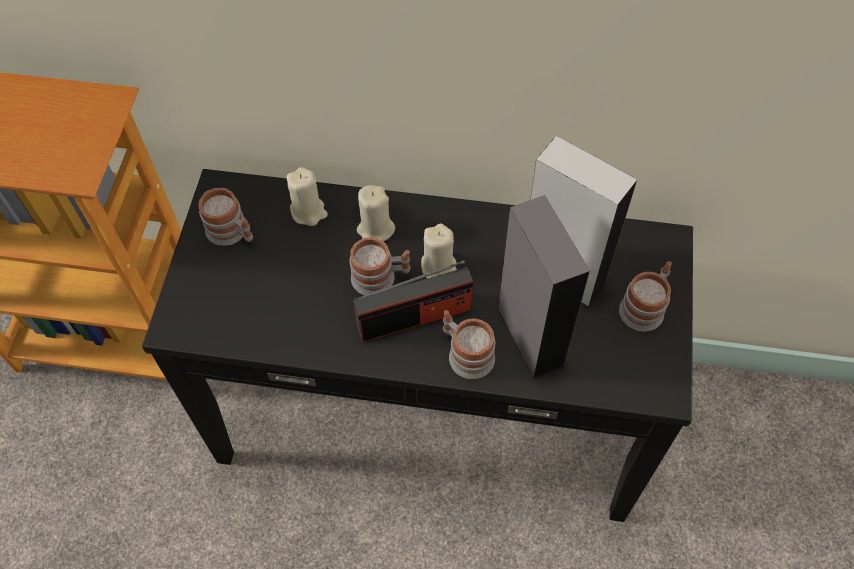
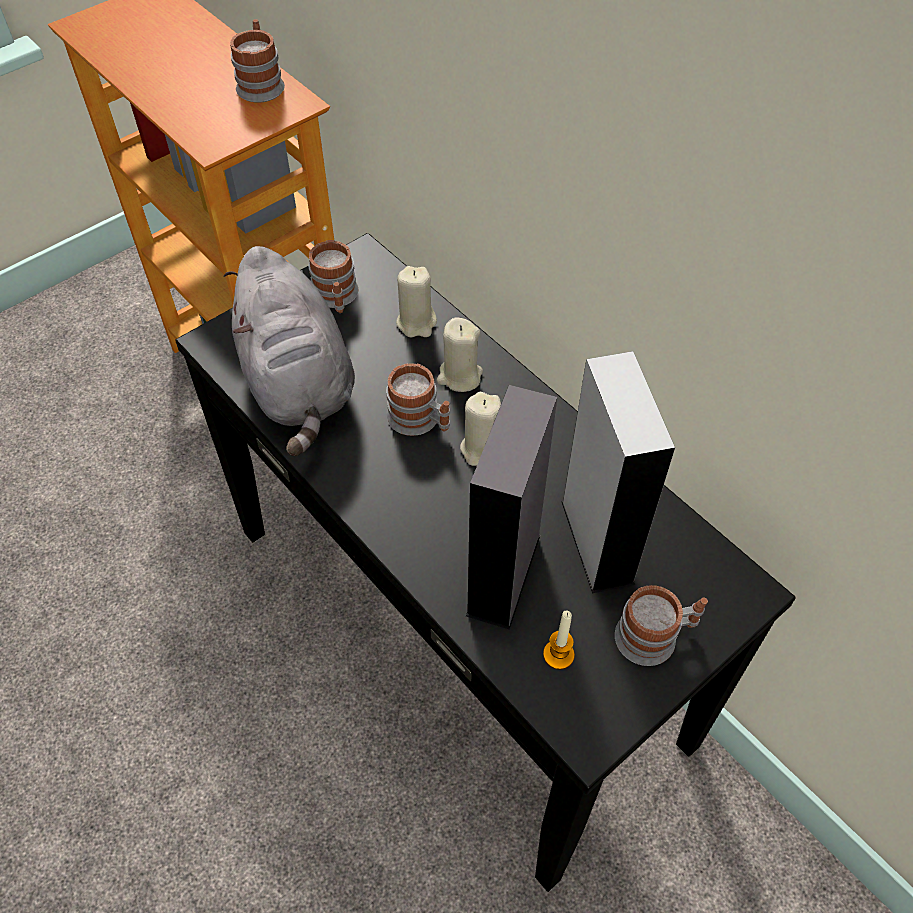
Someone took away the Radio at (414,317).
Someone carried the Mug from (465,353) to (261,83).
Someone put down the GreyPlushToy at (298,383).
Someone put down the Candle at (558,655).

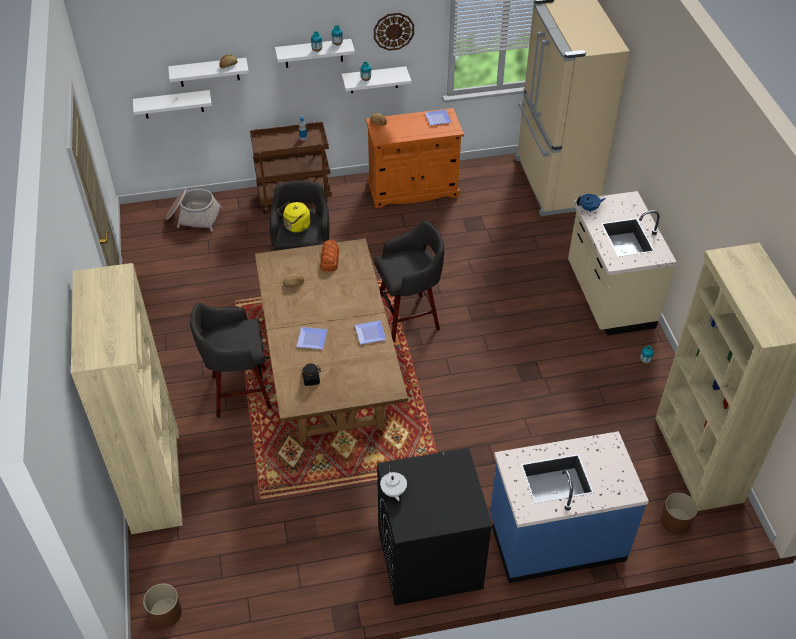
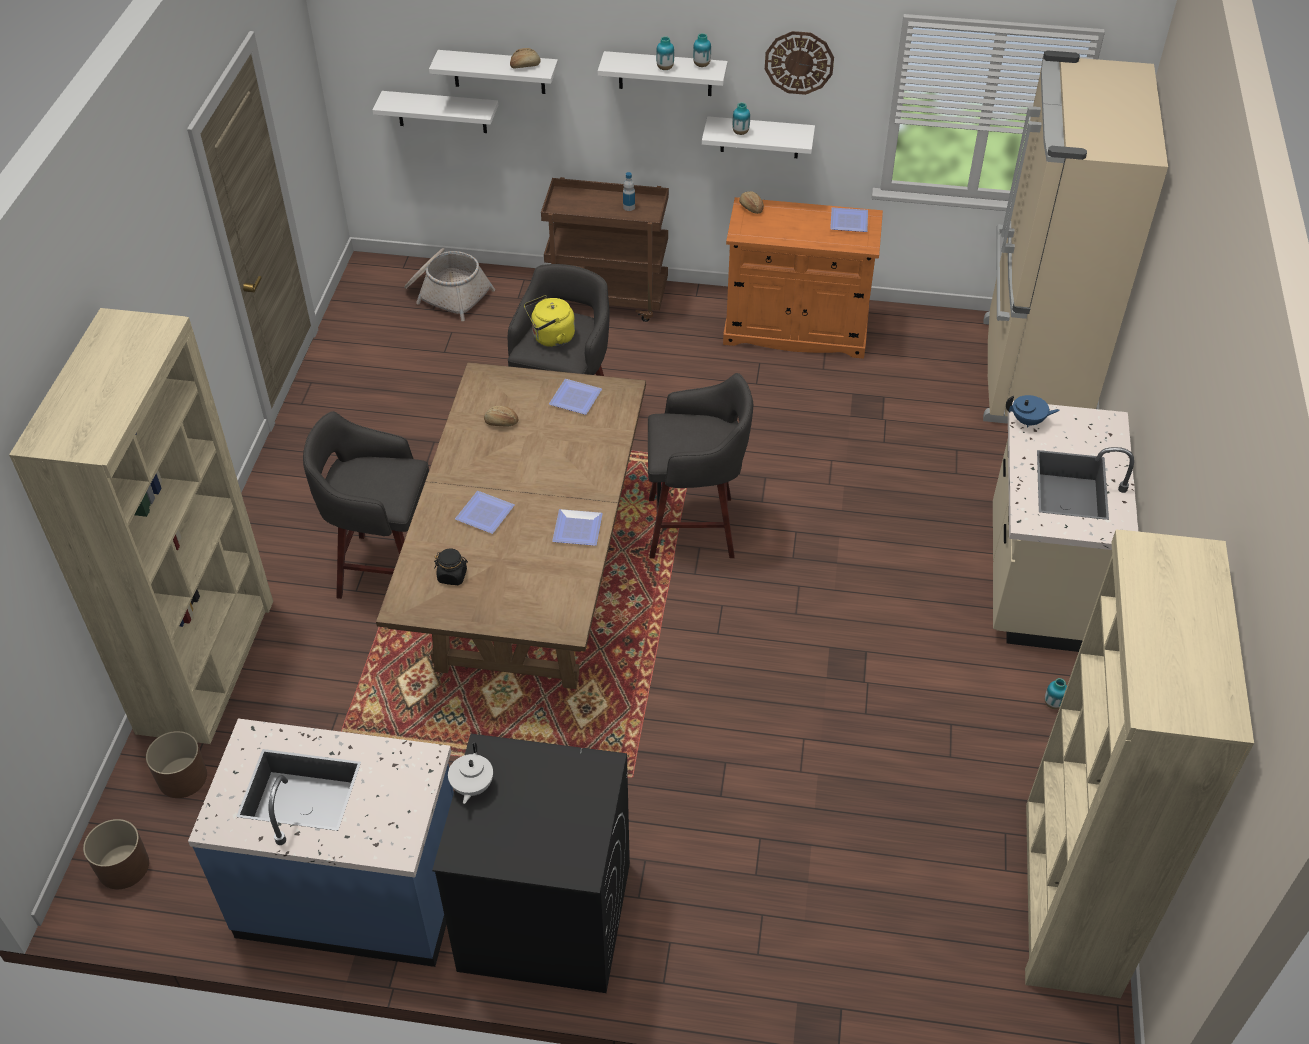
Someone swapped the Bread at (329,259) for the Plate at (573,399).
Someone carried the BlueCounter from (556,538) to (353,893).
Someone carried the BrownPlanter from (675,521) to (182,778).

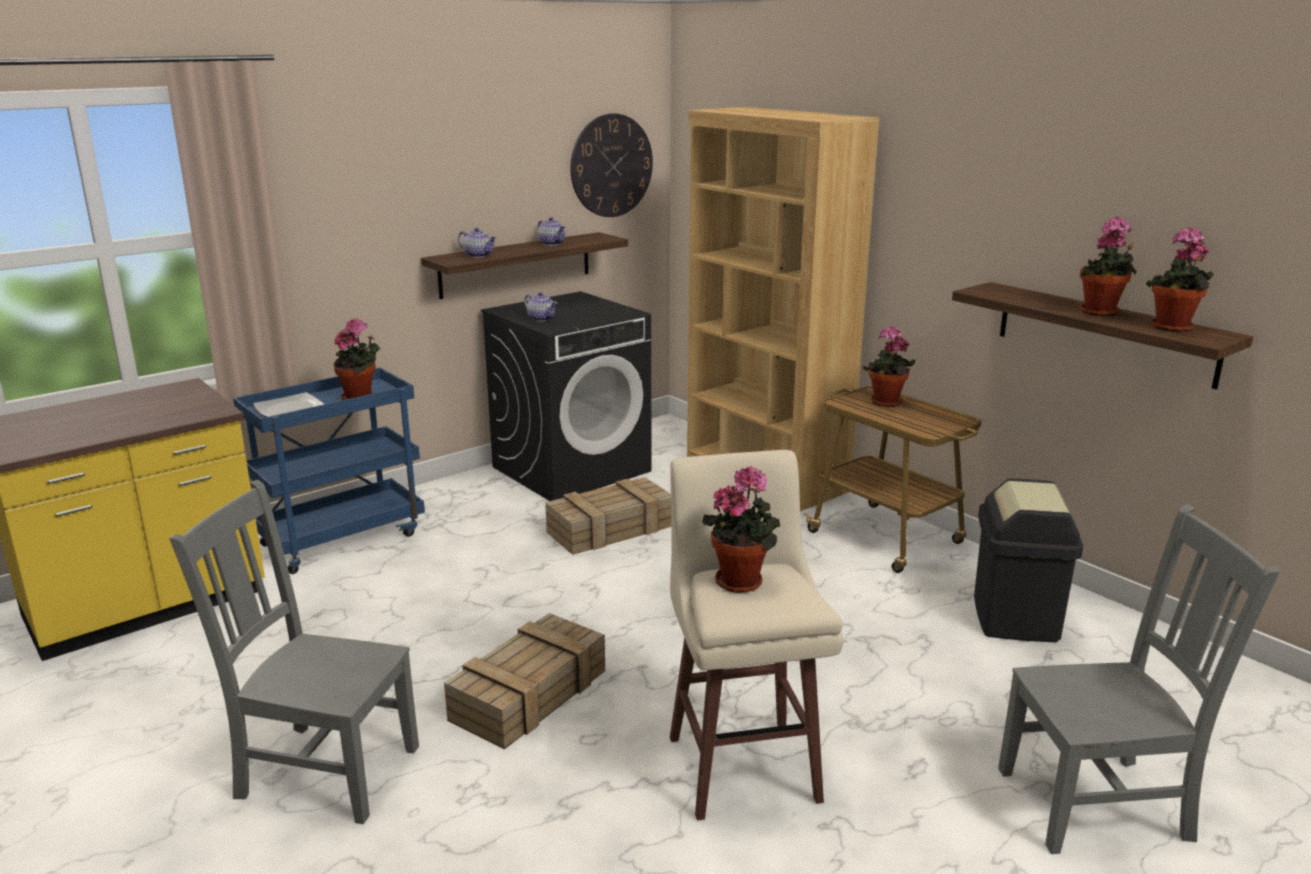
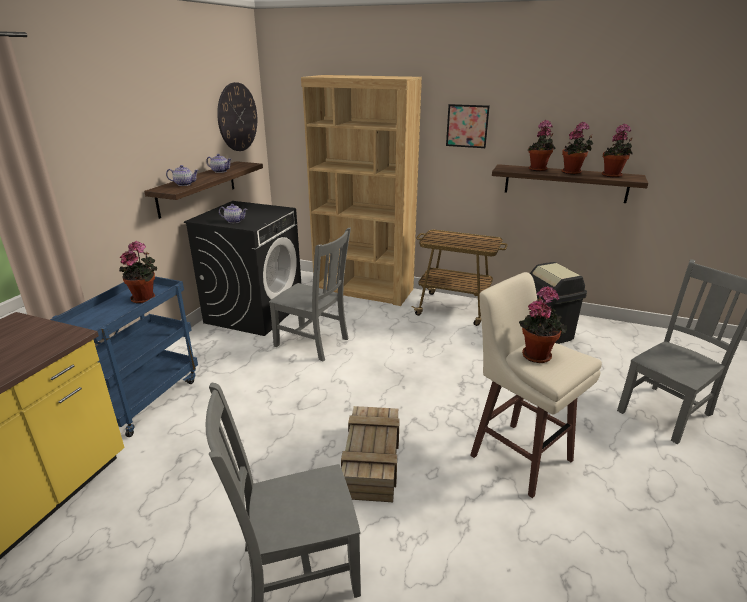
Someone carried the PottedPlant from (885,403) to (538,170).
Someone took away the Plate at (291,410).
Someone swapped the Crate at (609,529) for the GreyChair at (313,343).
Someone put up the Picture at (467,126).

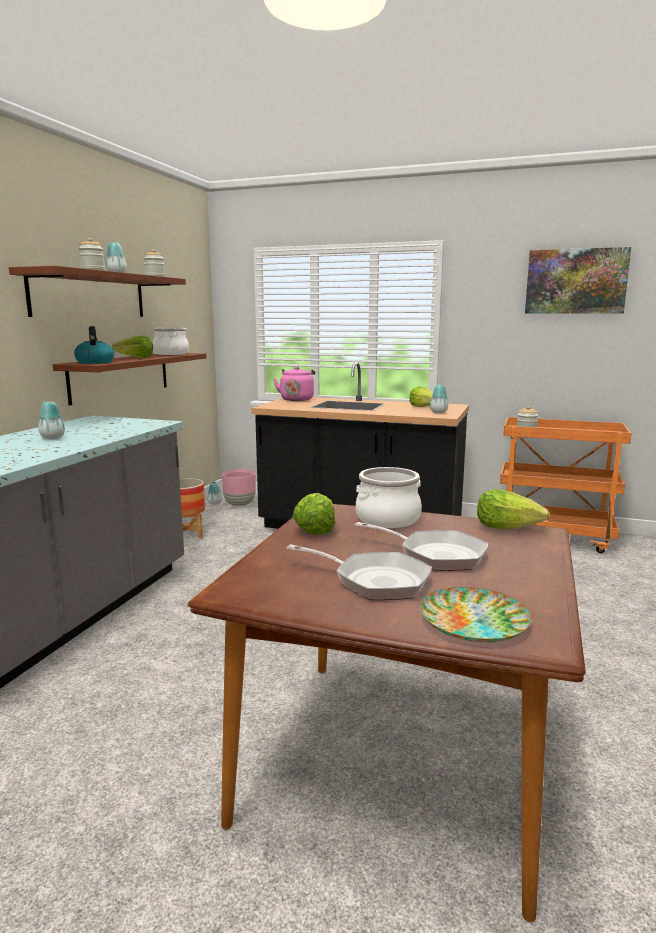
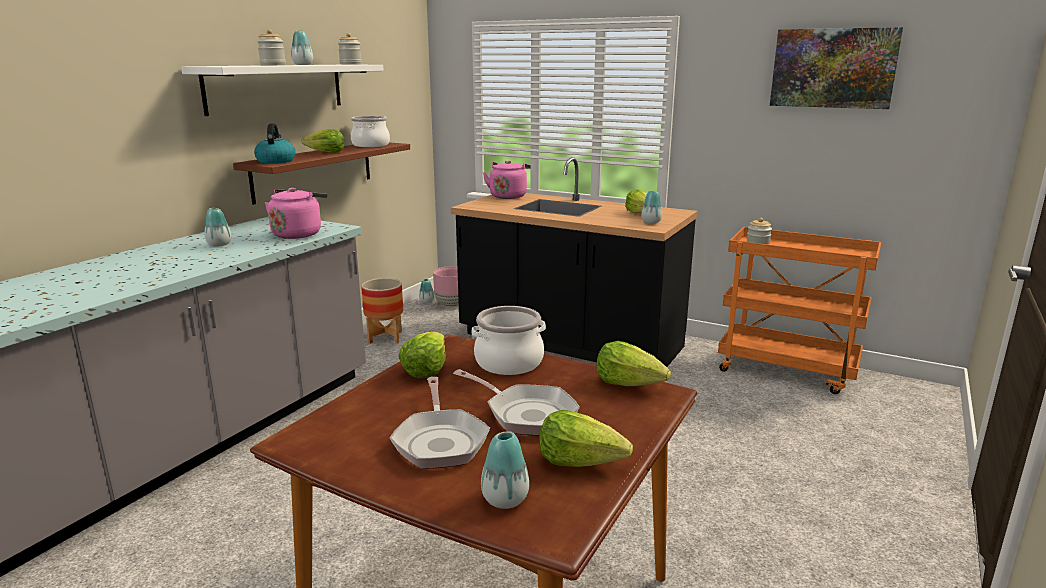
Someone repainted the BrownShelf at (90,295), which became the WhiteShelf at (276,87).
Someone rotated the FryingPan at (375,581) by 45 degrees clockwise.
Someone swapped the Plate at (475,621) for the Vase at (505,500).
Someone put down the PinkKettle at (298,234).
Someone put down the Lettuce at (580,461).

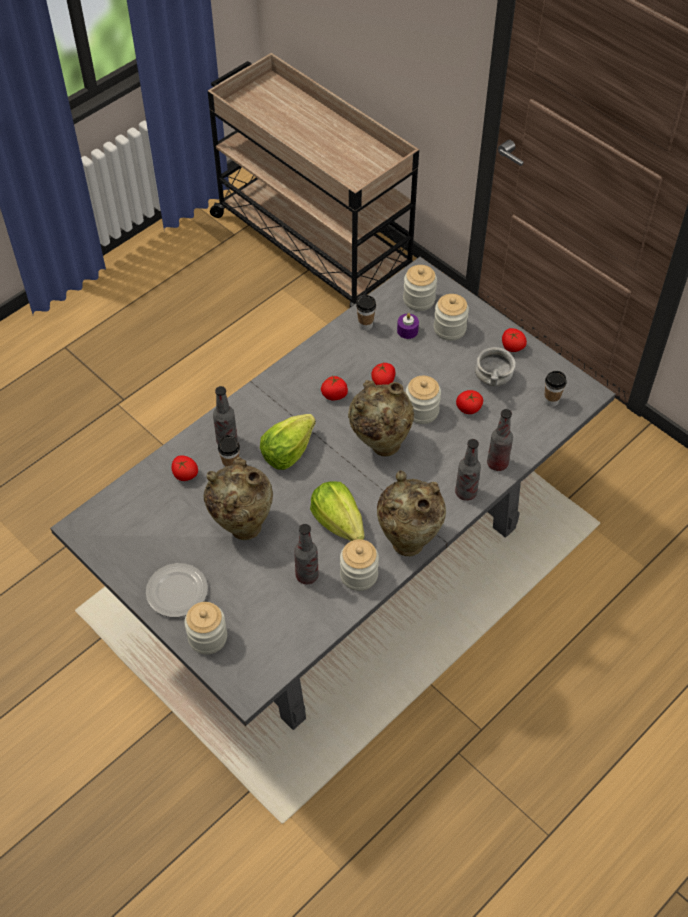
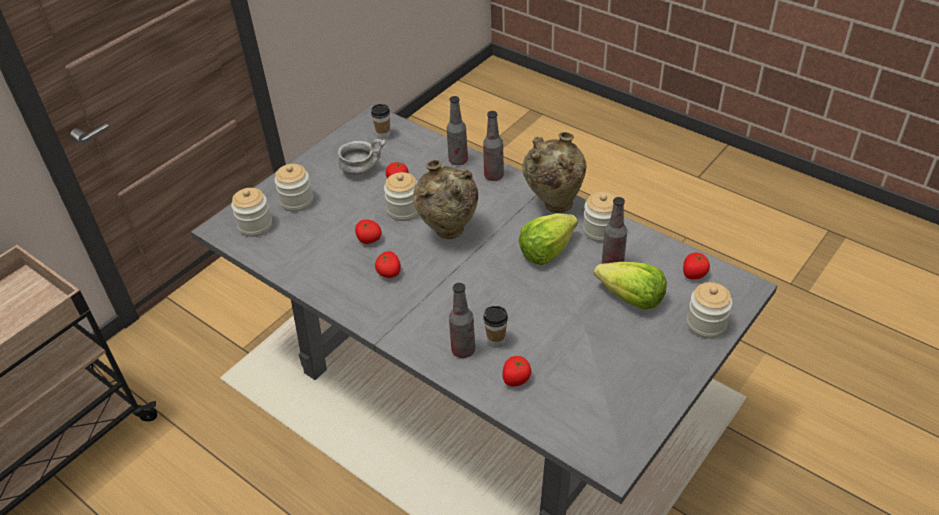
Someone took away the Cup at (365,325).
Someone took away the PurpleCandle at (407,330).
Someone carried the Tomato from (512,347) to (694,274).
Someone carried the Lettuce from (287,452) to (631,298).
Someone took away the BeigeVase at (242,525).
Someone took away the Plate at (176,591).

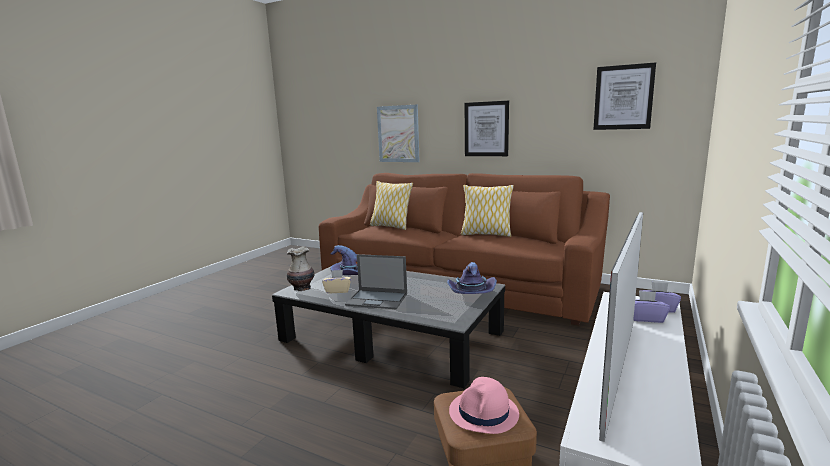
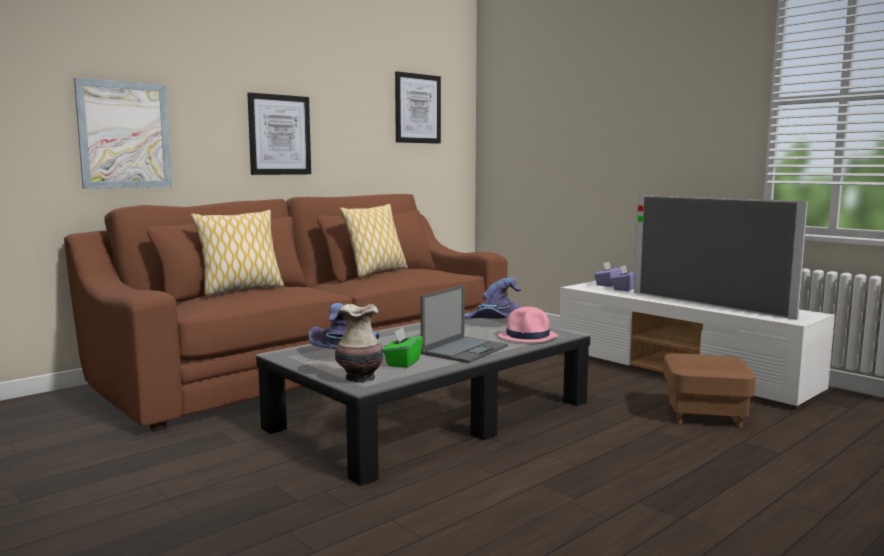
Someone repainted the BeigeTissueBox at (338,290), which became the GreenTissueBox at (403,362).
Someone carried the PinkHat from (484,413) to (528,336).

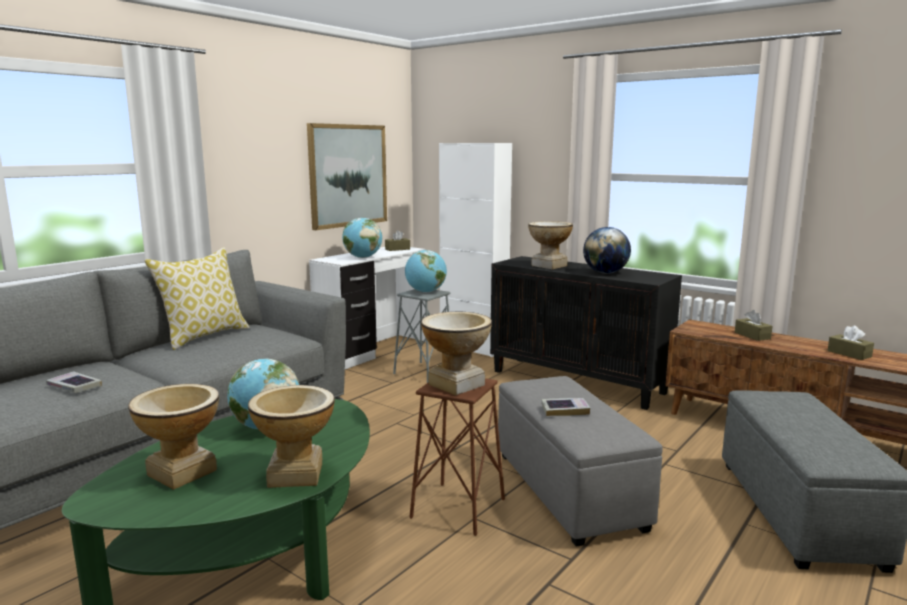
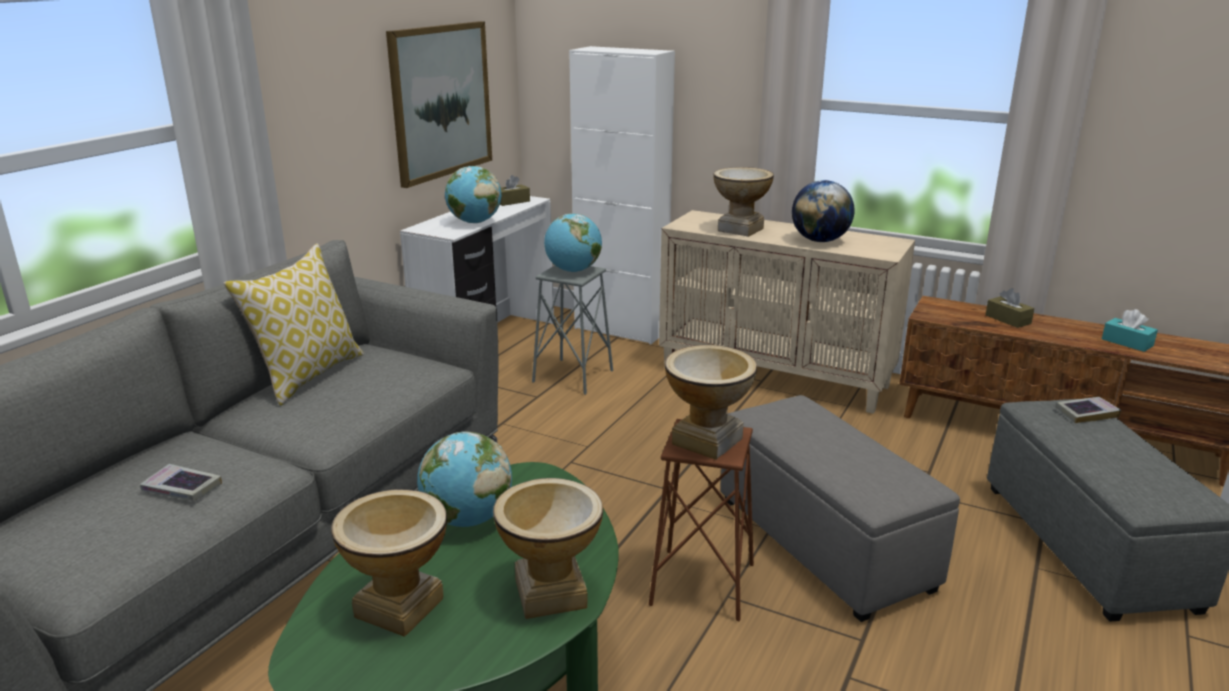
Someone repainted the BlackCabinet at (578,382), which became the BeigeCabinet at (776,376).
Someone repainted the BrownTissueBox at (849,354), which became the TurquoiseTissueBox at (1127,342).
Someone carried the Book from (565,410) to (1086,413).

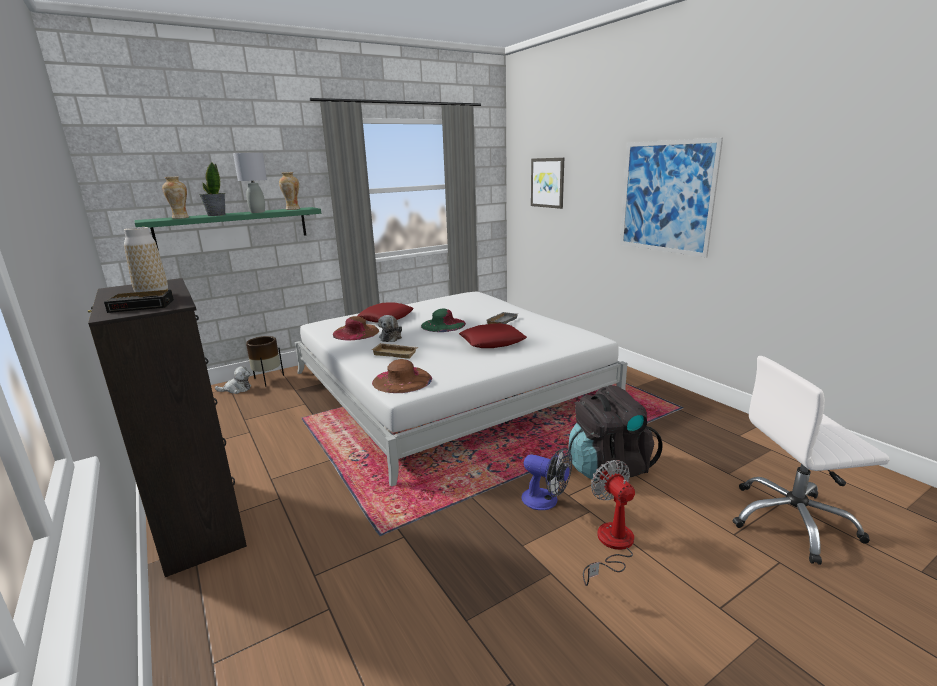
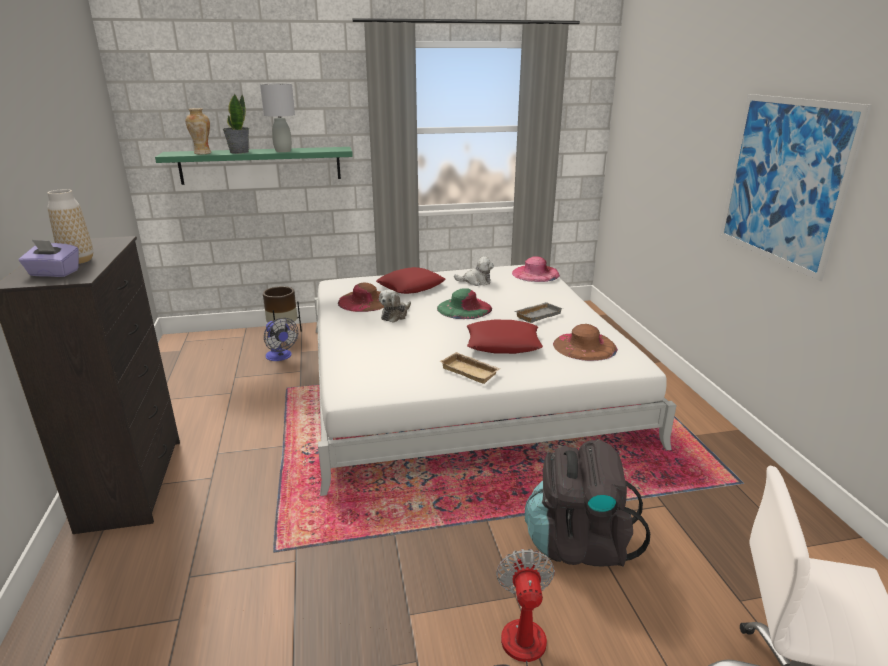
Someone took away the Picture at (548,182).
Someone took away the Vase at (292,209).
Someone swapped the AlarmClock at (143,306) for the PurpleTissueBox at (54,273).
Someone carried the BeigeTray from (396,353) to (471,371).
Someone carried the BrownHat from (402,380) to (584,346).
Someone carried the PlushToy from (237,389) to (476,281).
Someone carried the Fan from (546,501) to (280,357).
Someone put down the PinkHat at (535,273).

